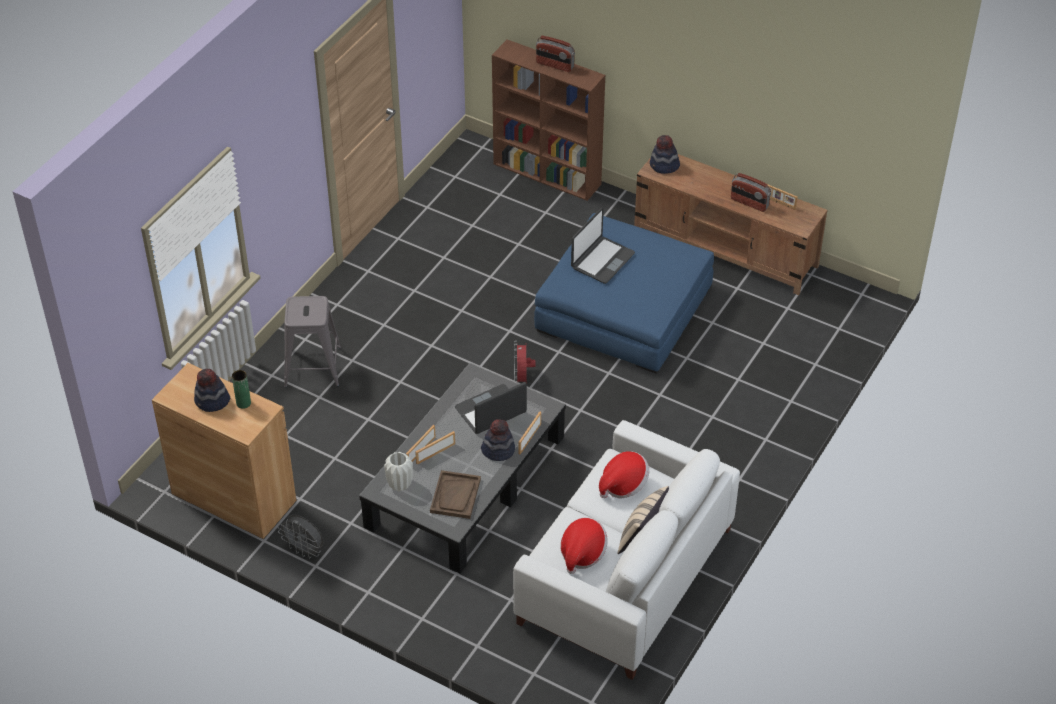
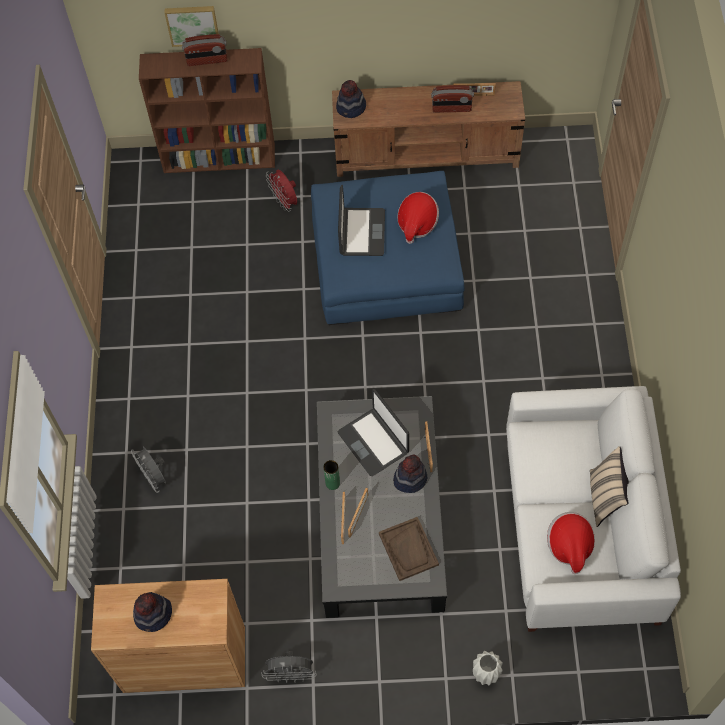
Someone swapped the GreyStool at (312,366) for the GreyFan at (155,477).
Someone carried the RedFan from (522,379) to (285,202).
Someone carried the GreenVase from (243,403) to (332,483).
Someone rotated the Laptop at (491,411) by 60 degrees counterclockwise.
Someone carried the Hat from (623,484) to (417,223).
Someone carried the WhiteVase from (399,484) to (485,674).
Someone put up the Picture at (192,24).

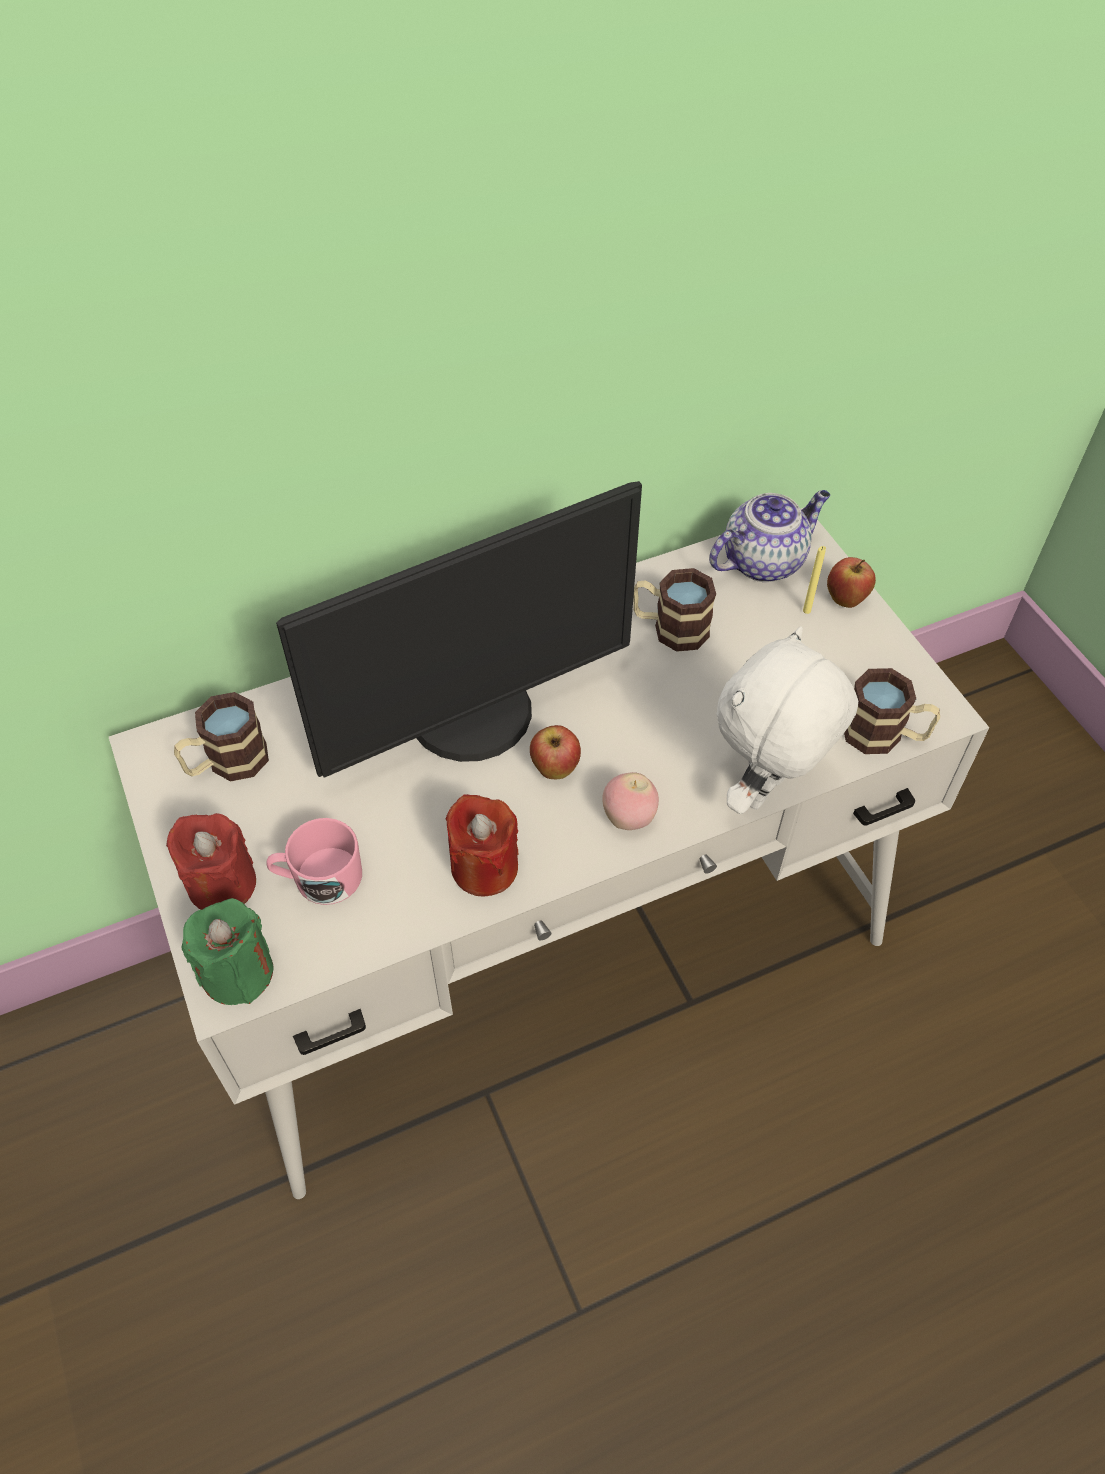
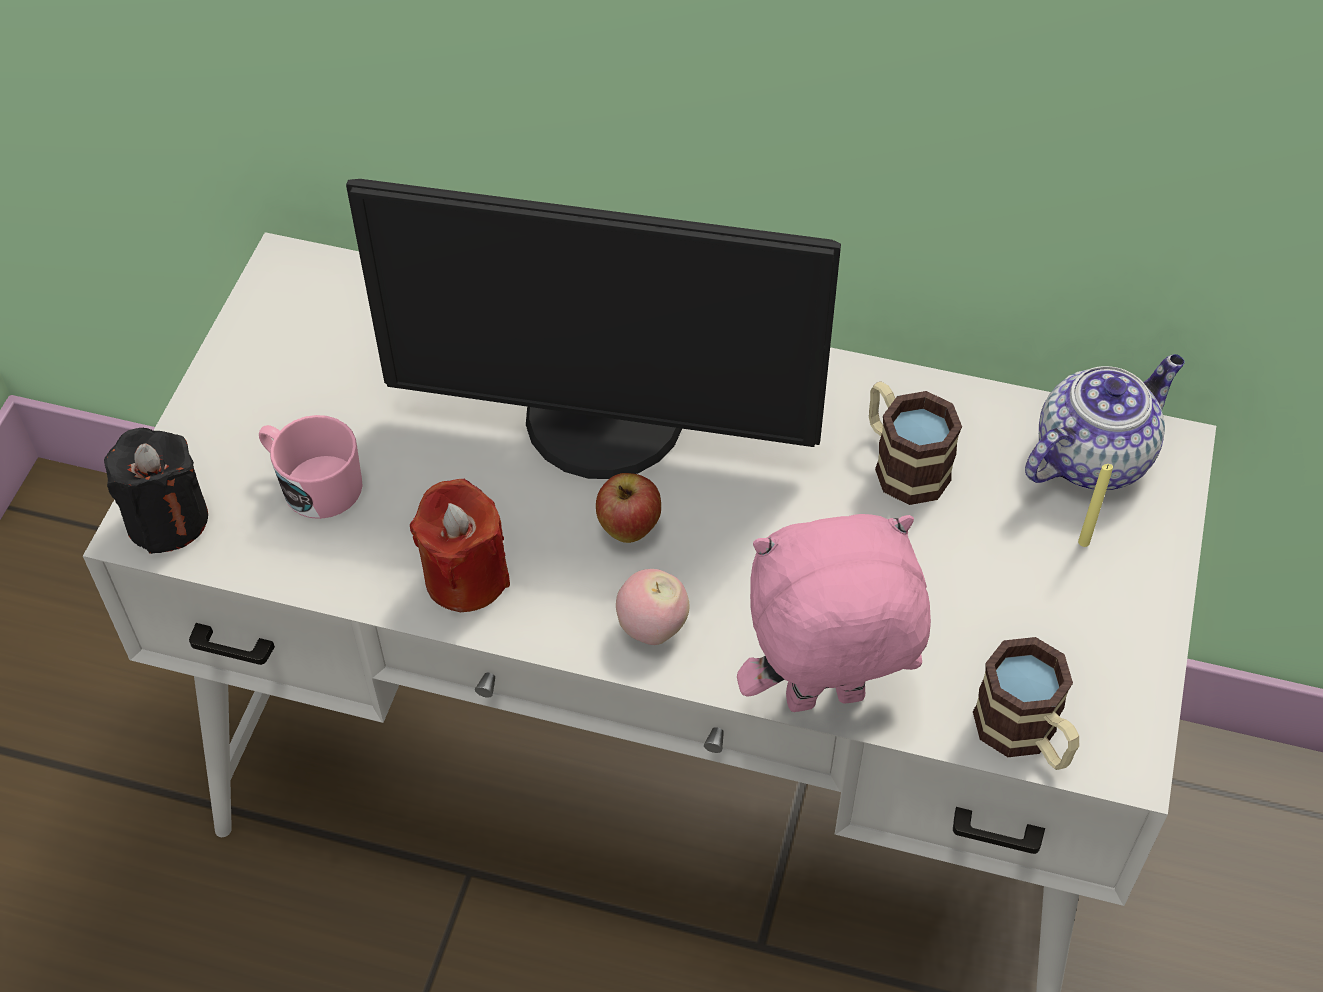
Someone rotated the Teapot at (764,560) by 45 degrees counterclockwise.
Someone took away the Apple at (846,600).
Someone repainted the WhitePlushToy at (766,792), which became the PinkPlushToy at (824,702).
Someone took away the Mug at (227,763).
Someone took away the RedCandle at (222,884).
Someone repainted the GreenCandle at (238,972), which became the BlackCandle at (167,519).

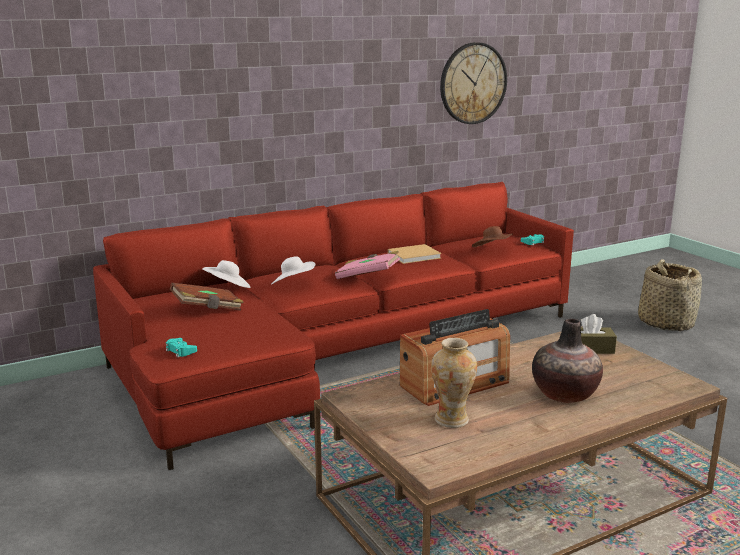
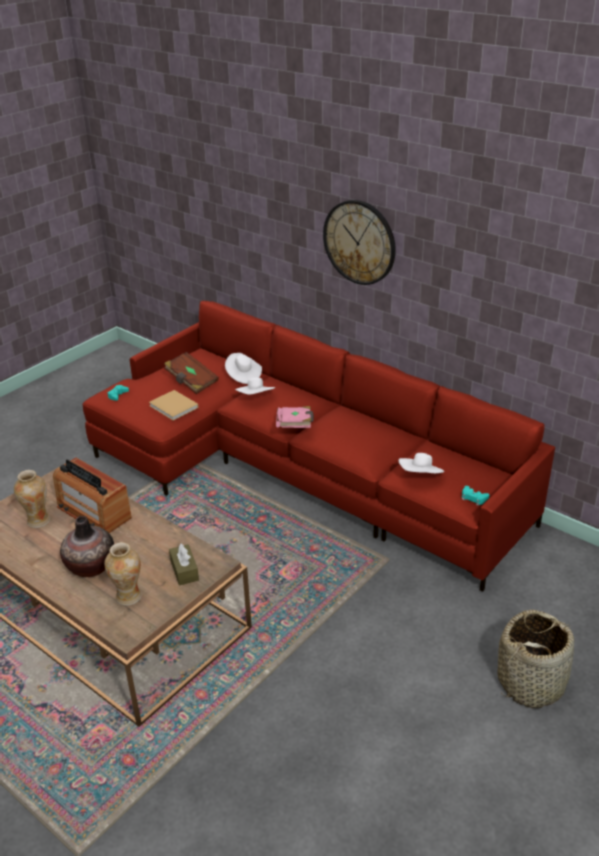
Someone carried the WallClock from (473,83) to (359,242).
Someone repainted the BrownHat at (492,250), which became the WhiteHat at (420,476).
Someone carried the BeigeBook from (415,255) to (174,407).
Someone put down the Vase at (128,597).

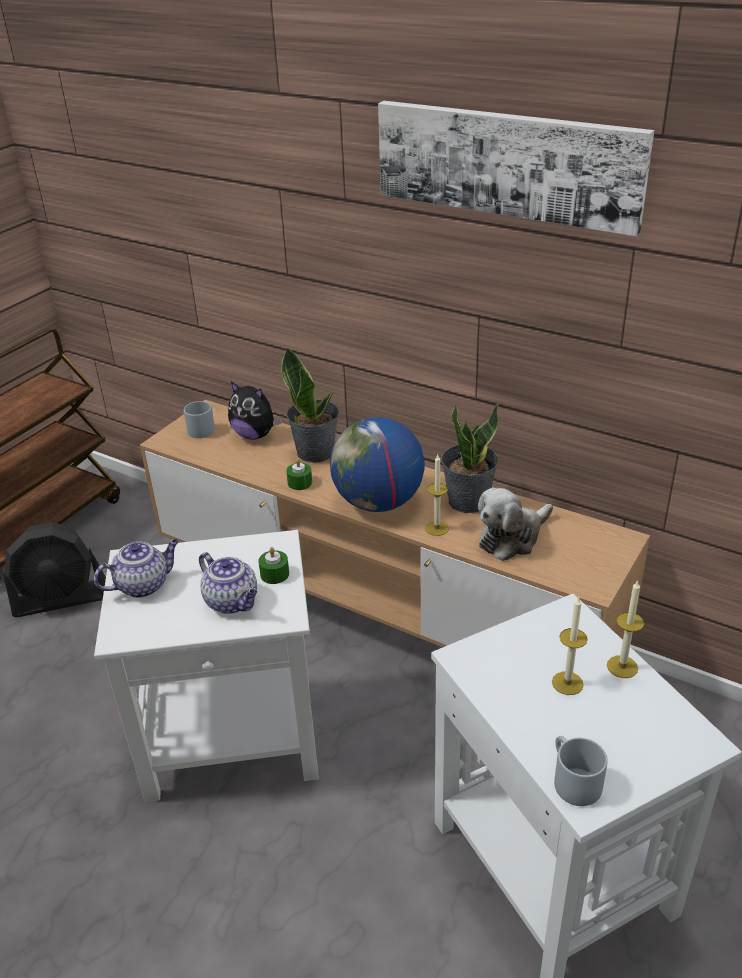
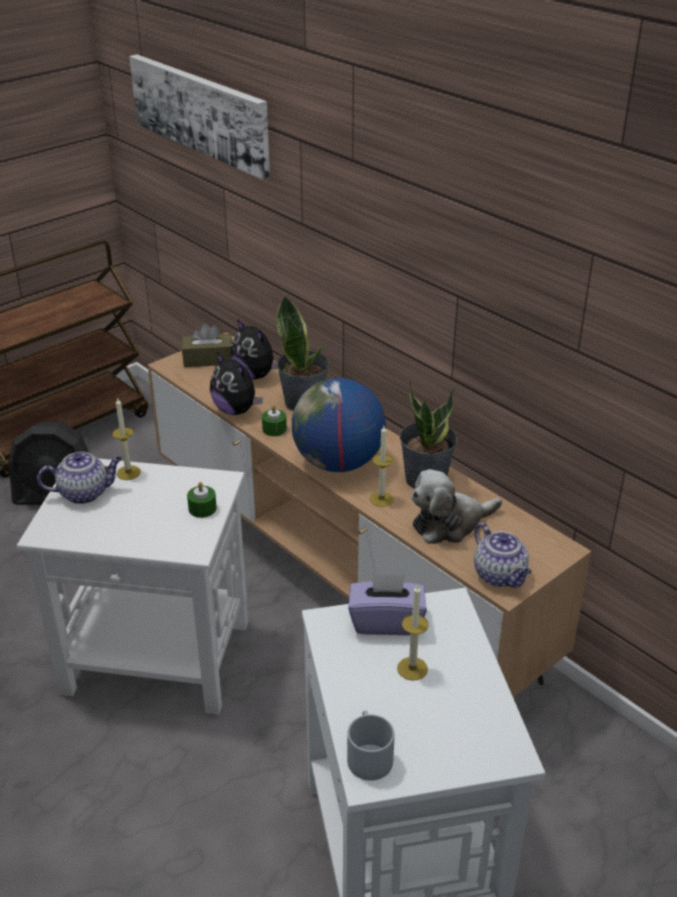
Someone carried the Picture from (507,163) to (201,112).
Someone swapped the GreyMug at (200,428) for the BrownTissueBox at (208,359).
Someone carried the Teapot from (233,602) to (500,576).
Someone carried the Candle from (622,666) to (128,472).
Someone put down the PlushToy at (236,410).
Someone put down the PurpleTissueBox at (386,621).

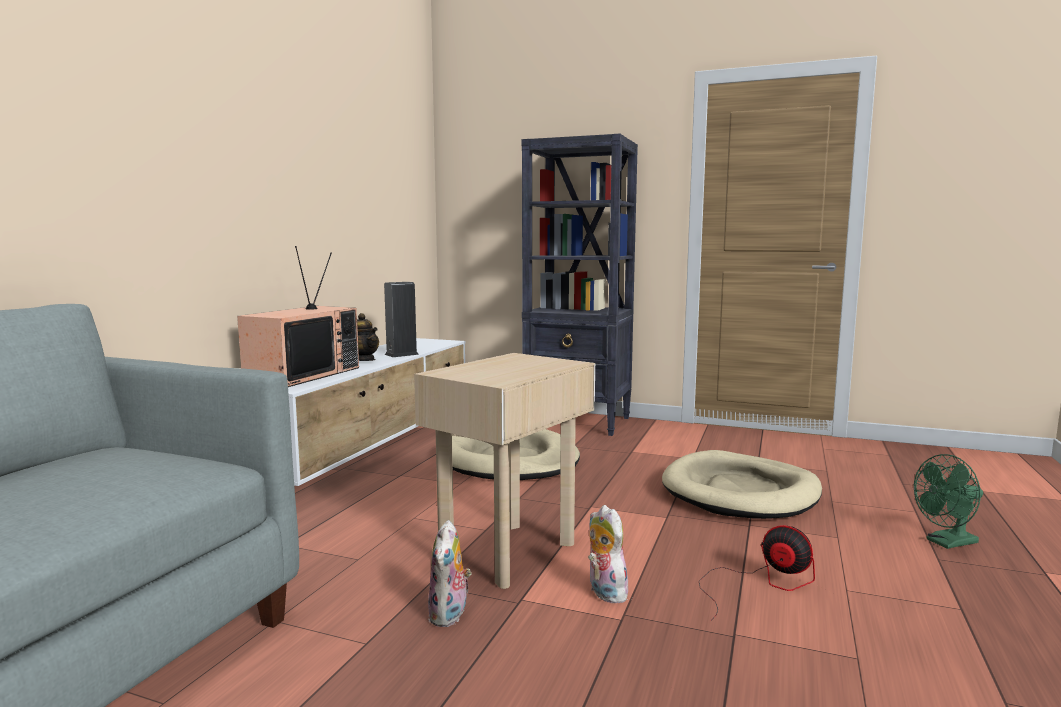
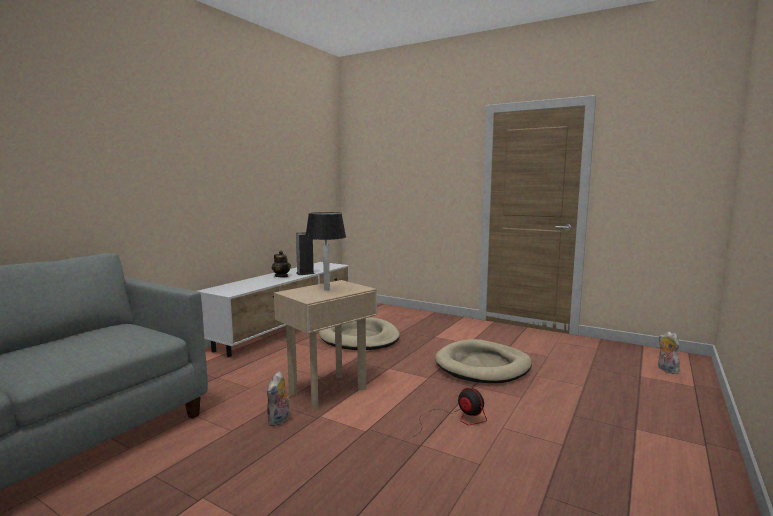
Someone took away the BlackBookcase at (578,422).
Someone took away the Television at (303,375).
Someone took away the GreenFan at (947,543).
Someone carried the PlushToy from (604,592) to (666,370).
Someone put down the TableLamp at (327,289).

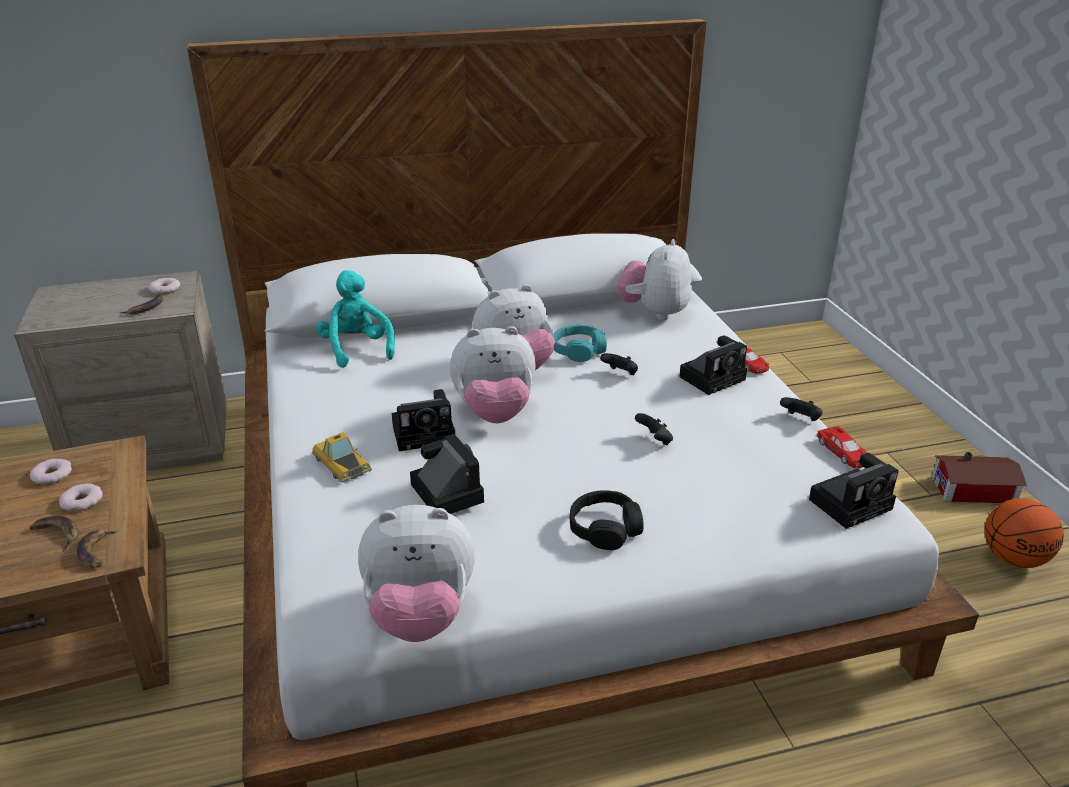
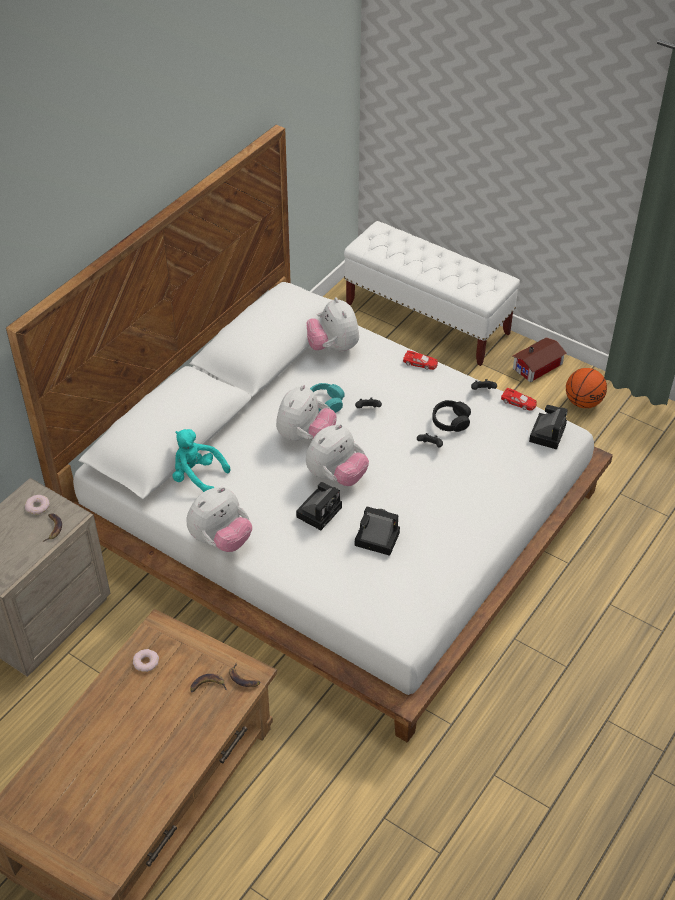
Someone took away the PhotoCamera at (713,377).
Someone took away the ToyCar at (341,462).
Someone took away the Donut at (82,501).
Someone carried the BlackHeadphones from (605,529) to (450,421).
Someone carried the PlushToy from (420,615) to (221,540).
Someone put down the WhiteBench at (427,320).

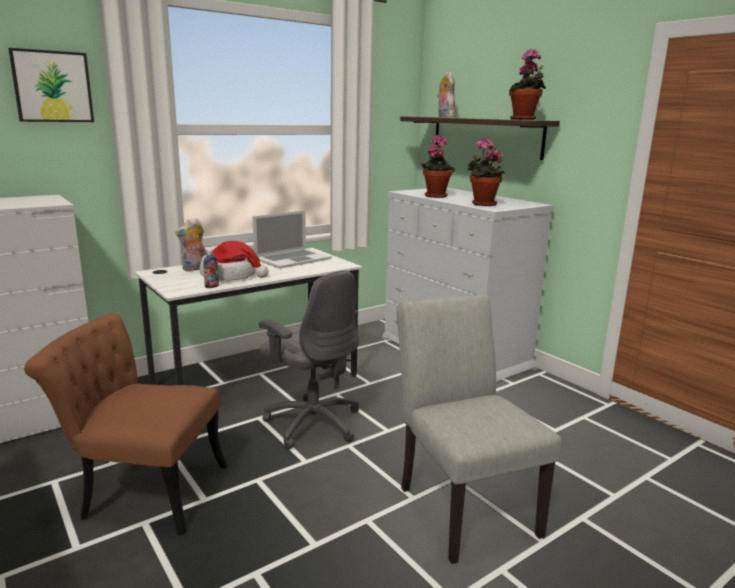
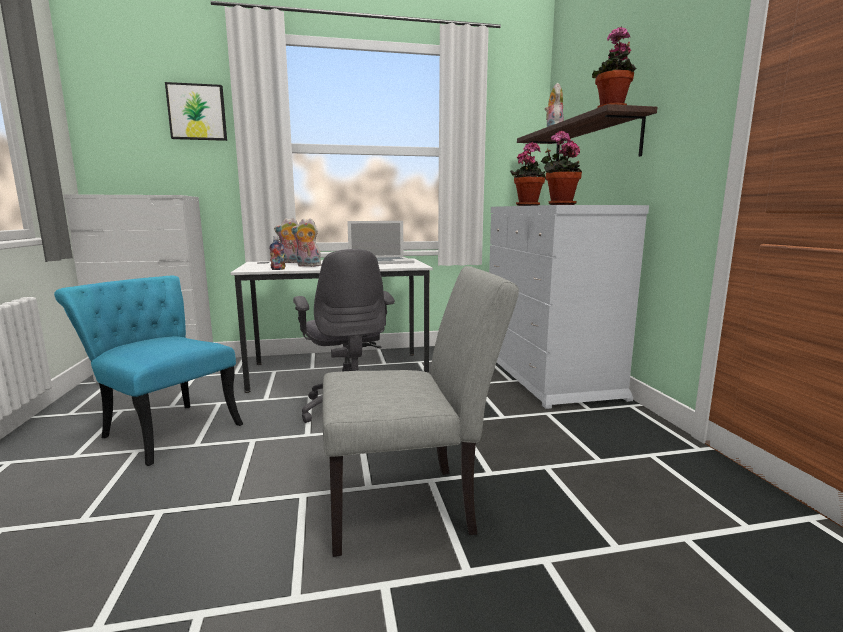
Someone swapped the Hat at (231,275) for the PlushToy at (307,266).
Someone rotated the GreyChair at (462,504) by 75 degrees clockwise.
Someone repainted the BrownChair at (142,490), which became the TurquoiseChair at (164,428).

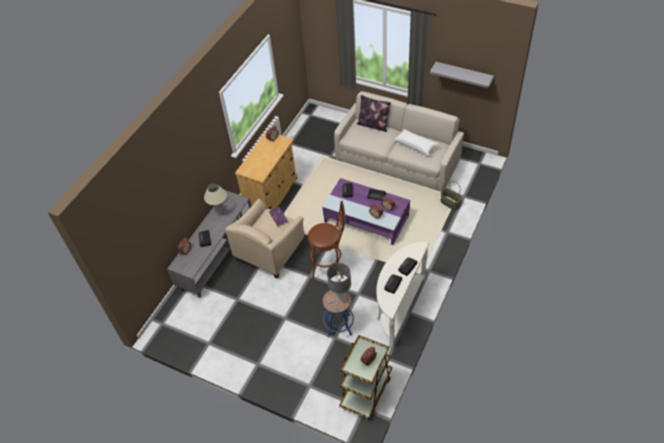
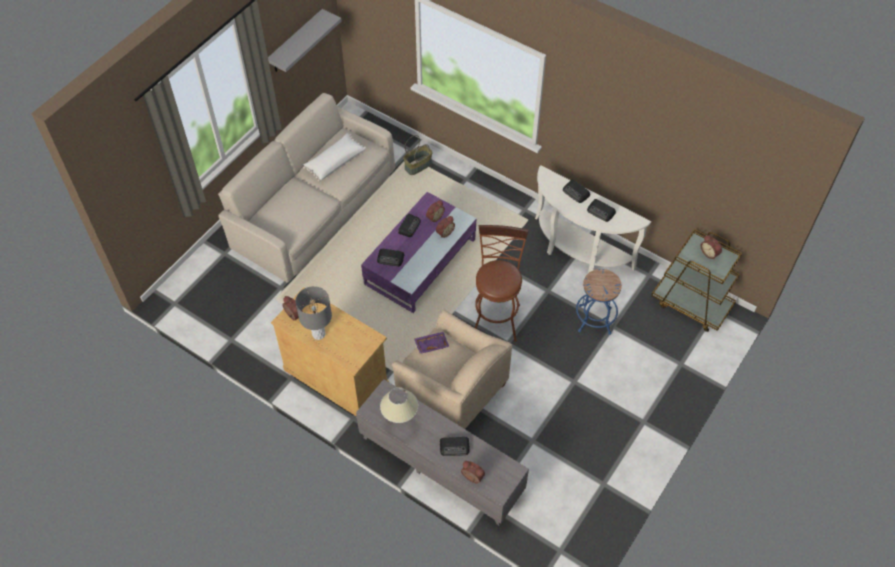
Someone took away the Pillow at (373,125).
Someone carried the GreyTableLamp from (340,297) to (318,334).

